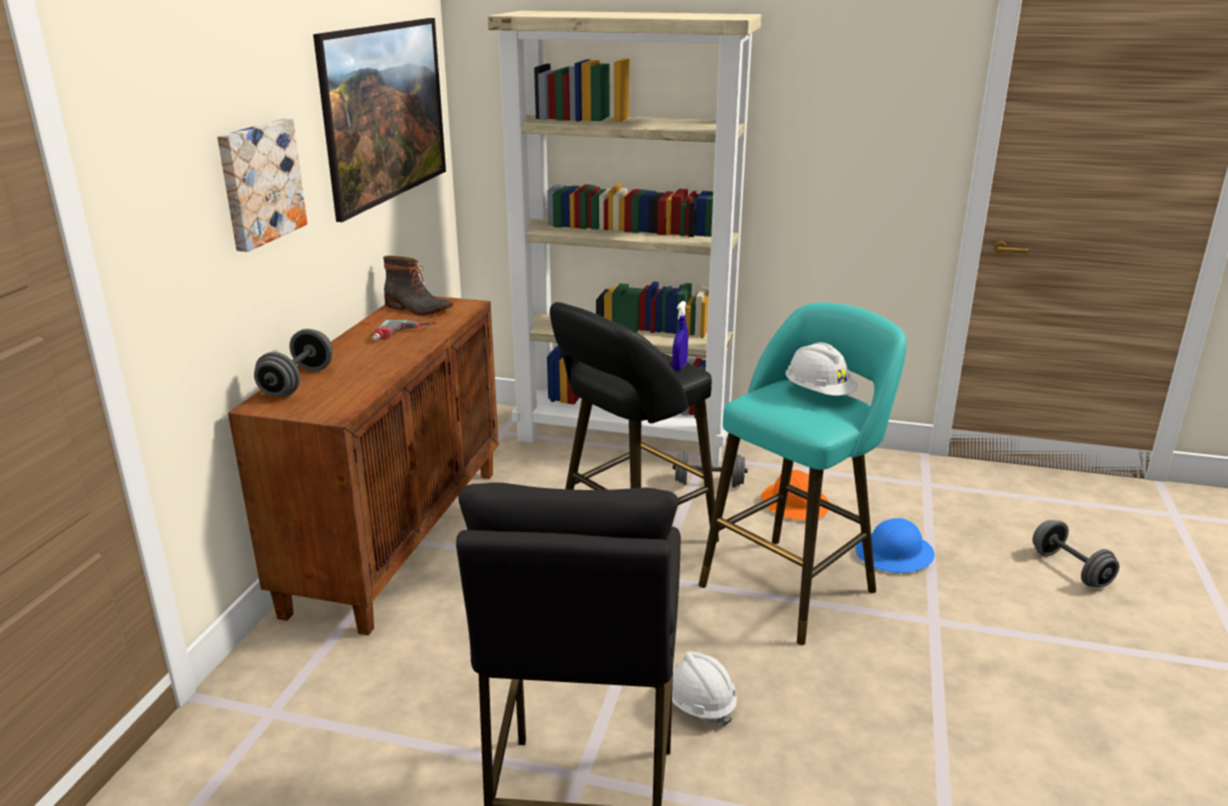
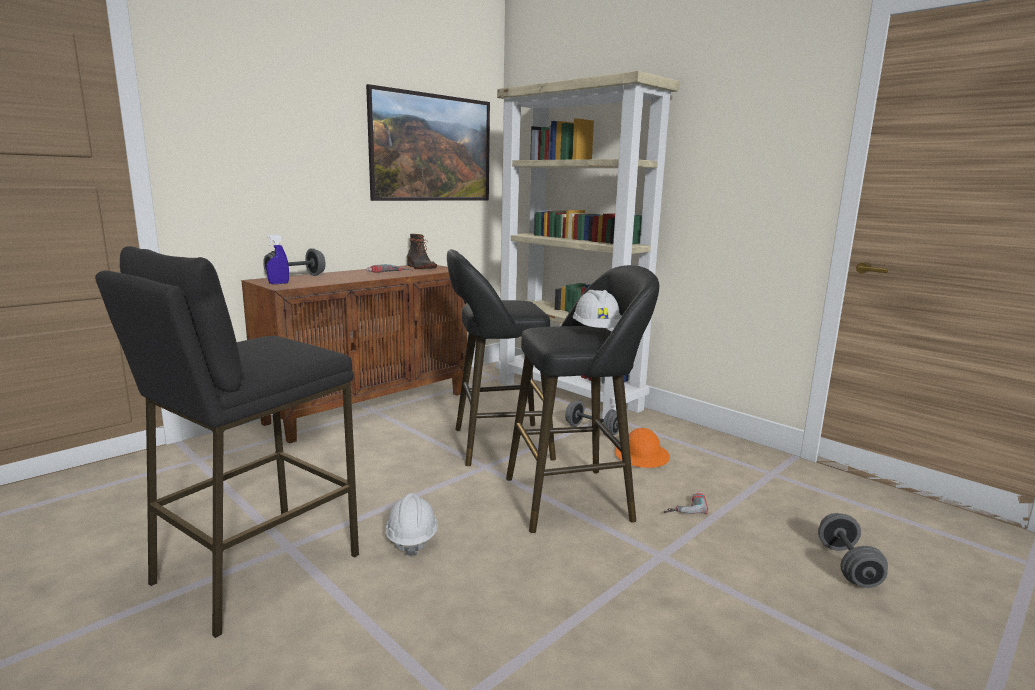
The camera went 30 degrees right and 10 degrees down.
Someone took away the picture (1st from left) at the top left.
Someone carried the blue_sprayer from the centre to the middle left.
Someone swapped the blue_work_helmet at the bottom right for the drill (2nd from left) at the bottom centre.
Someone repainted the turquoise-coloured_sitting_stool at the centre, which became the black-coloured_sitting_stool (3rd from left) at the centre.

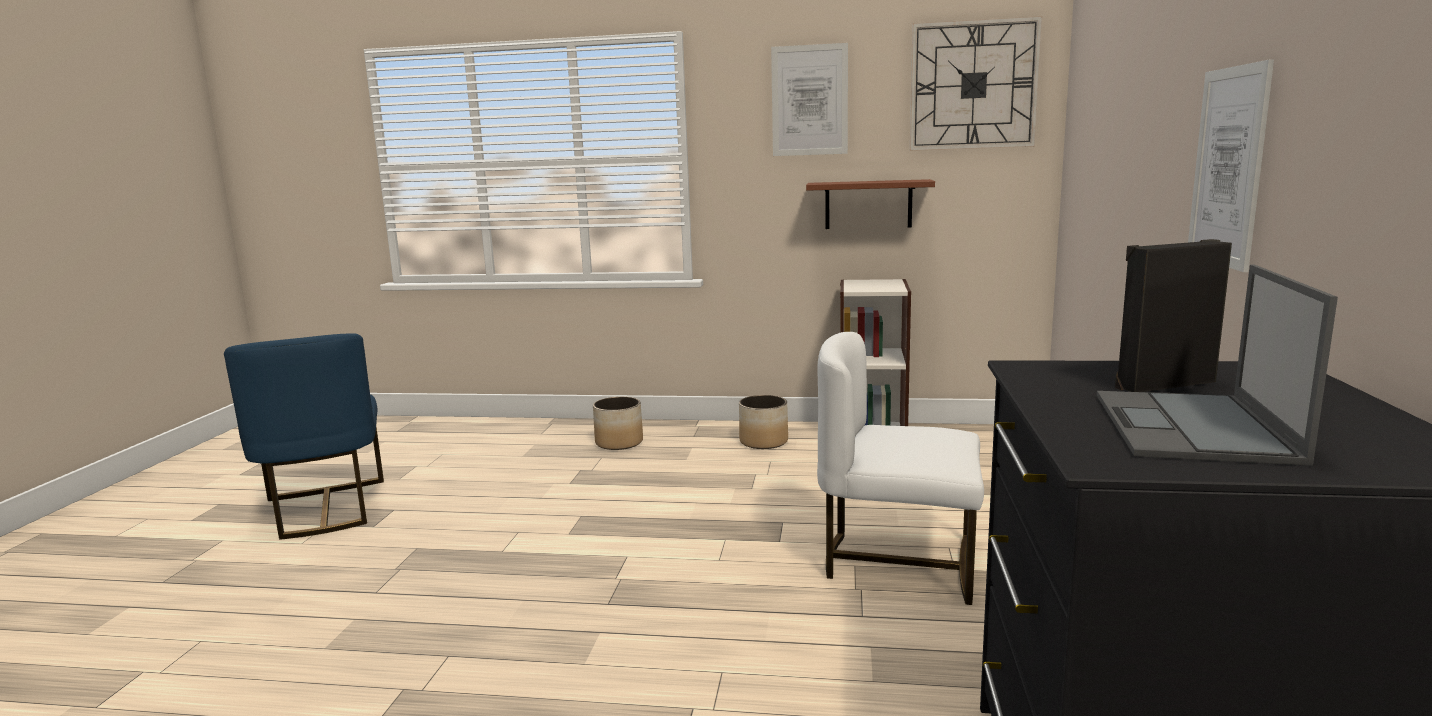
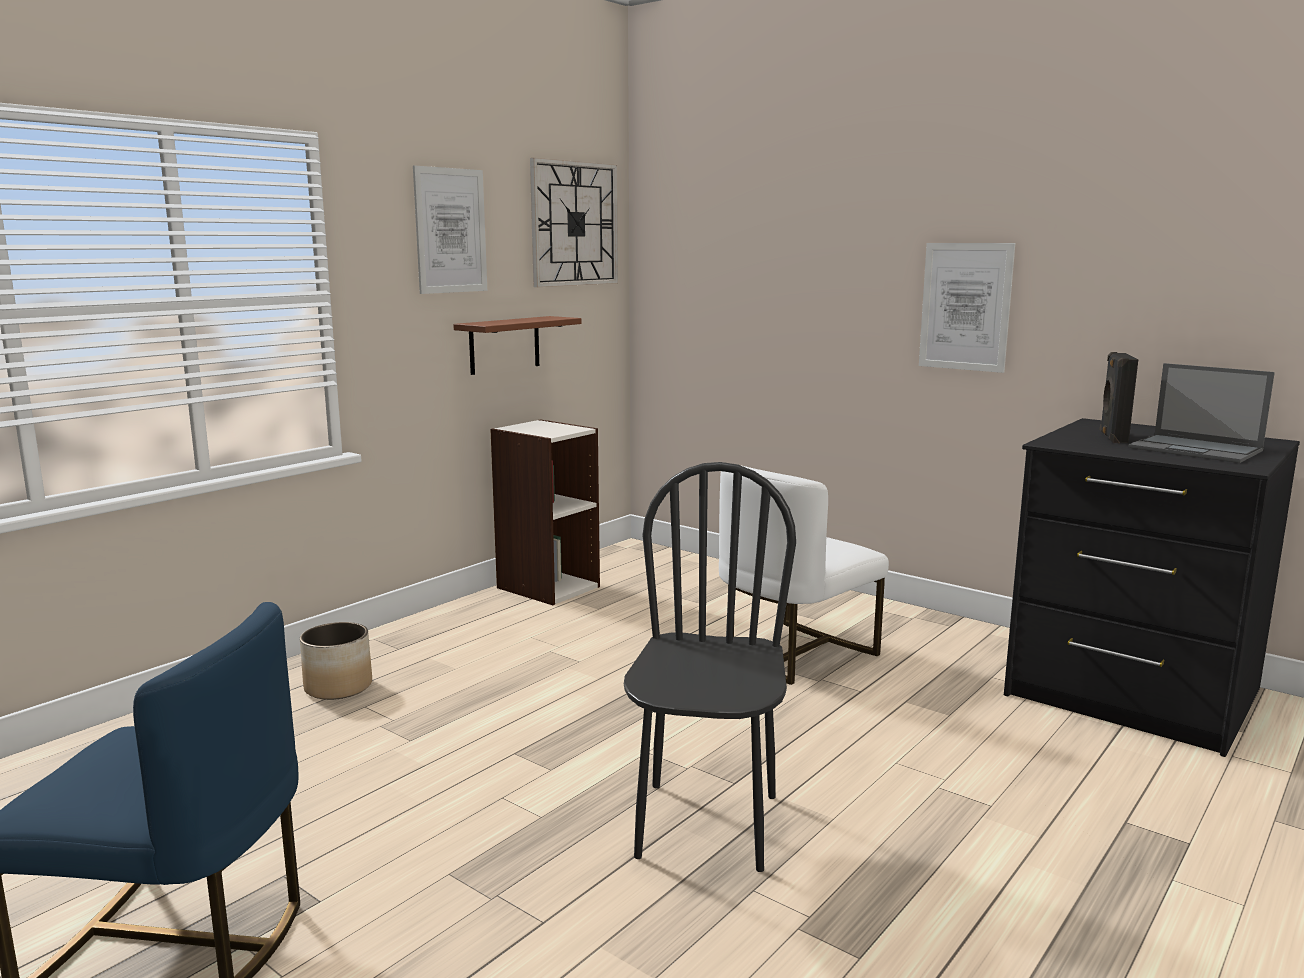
The camera went 60 degrees left and 0 degrees up.
Someone took away the flower_pot (2nd from left) at the centre.
Someone put down the black-coloured_upright_chair at the bottom centre.

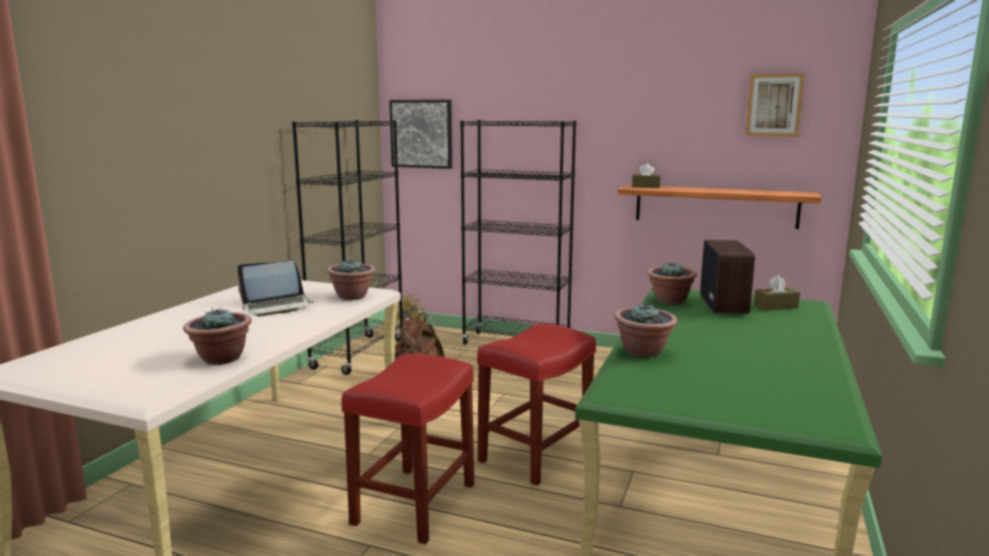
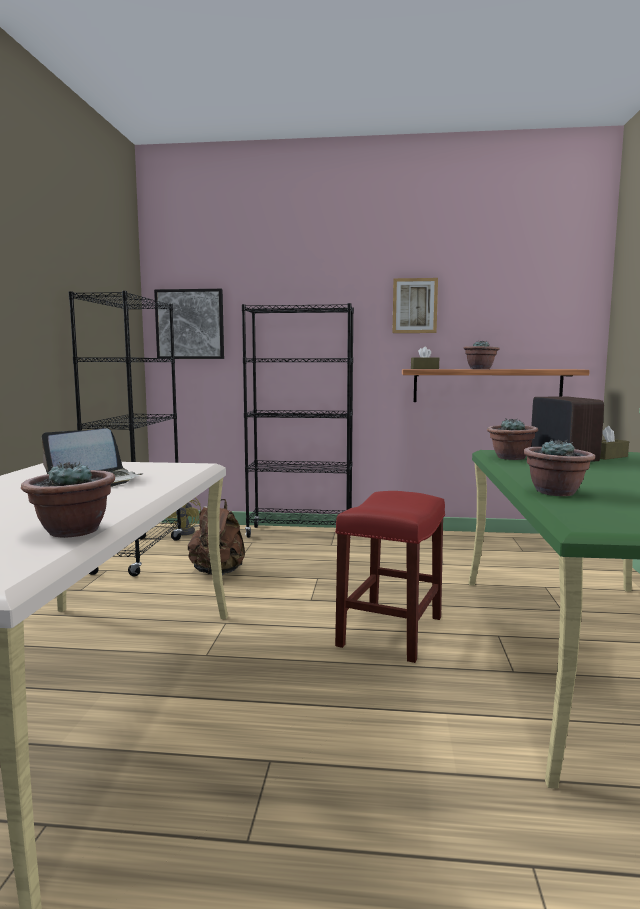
The camera went 15 degrees left and 5 degrees down.
Someone took away the red_sitting_stool (1st from left) at the bottom centre.
Someone carried the plant_in_a_pot (2nd from left) from the centre to the middle right.
Someone carried the picture (2nd from left) from the top right to the centre.

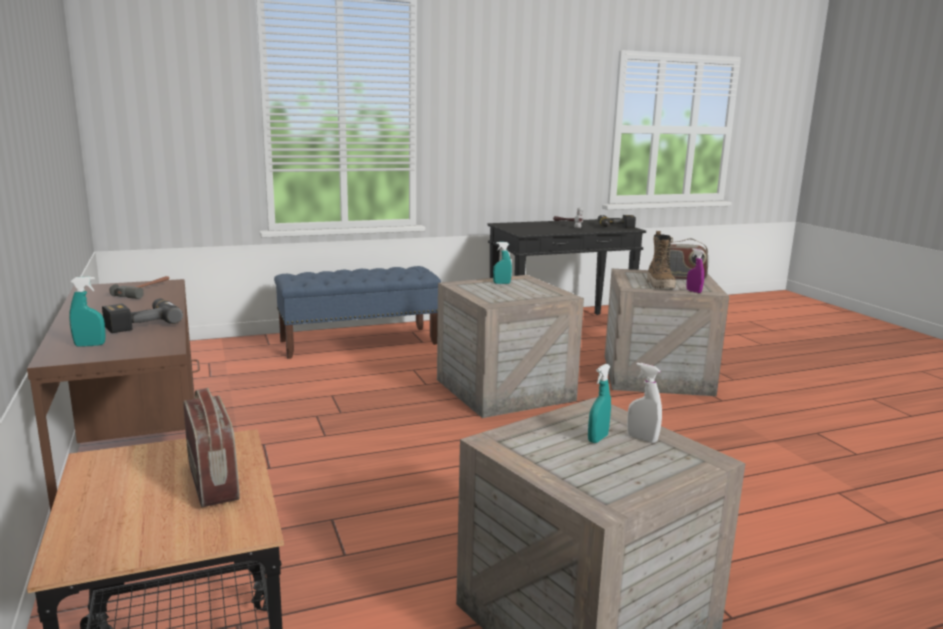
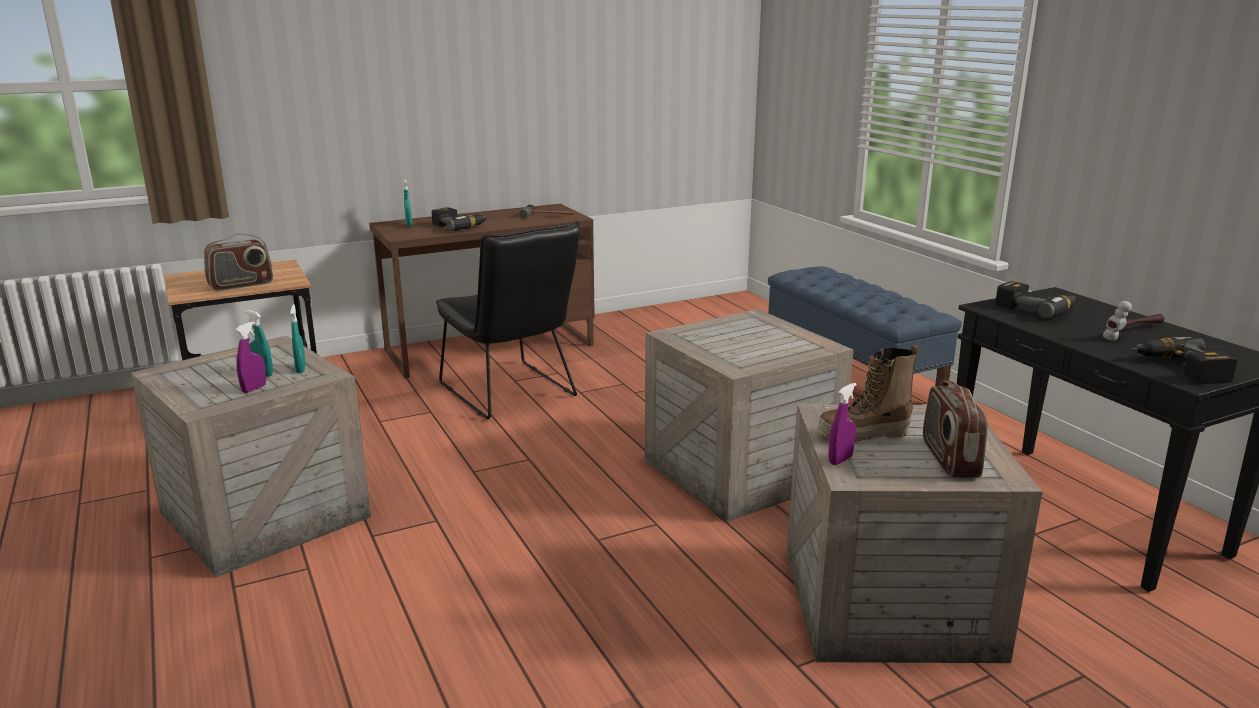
The camera went 85 degrees right and 5 degrees up.
Someone put down the black-coloured_upright_chair at the centre.
Someone put down the drill (2nd from left) at the middle right.
Someone carried the turquoise-coloured_sprayer (2nd from left) from the centre to the middle left.
Someone repainted the white_sprayer at the middle right, which became the purplish_sprayer (1st from left) at the middle left.

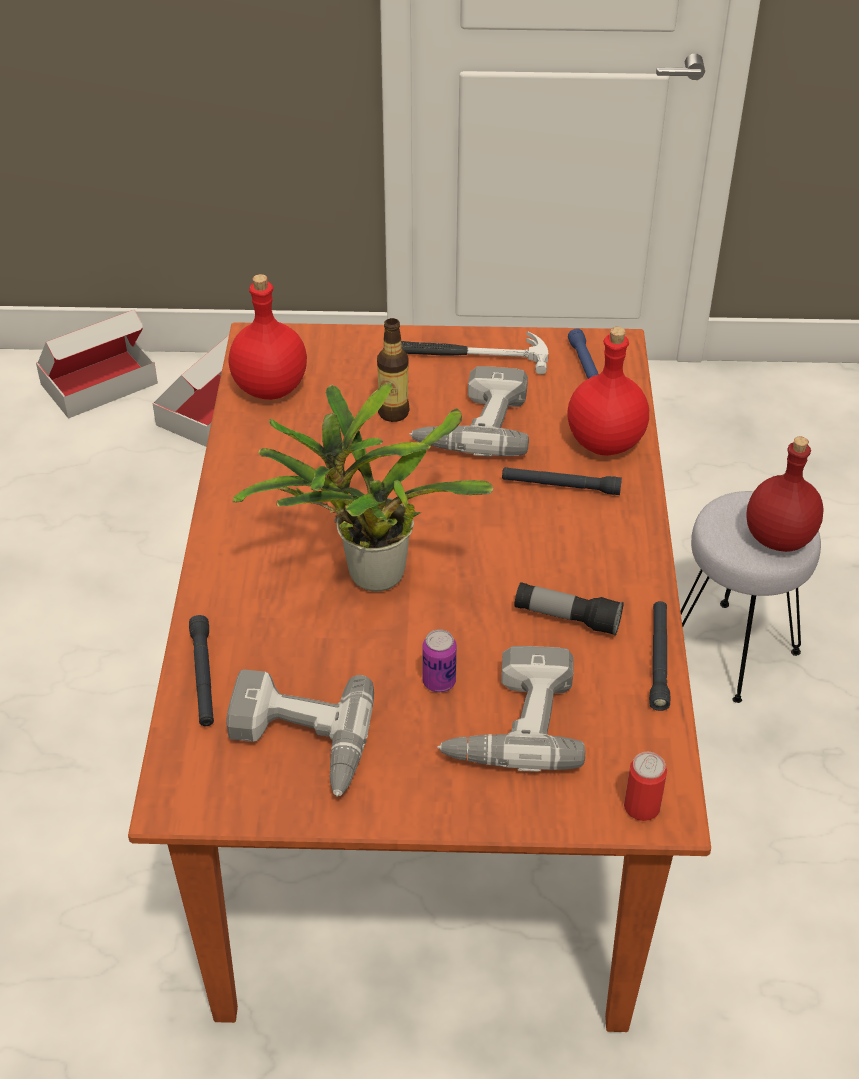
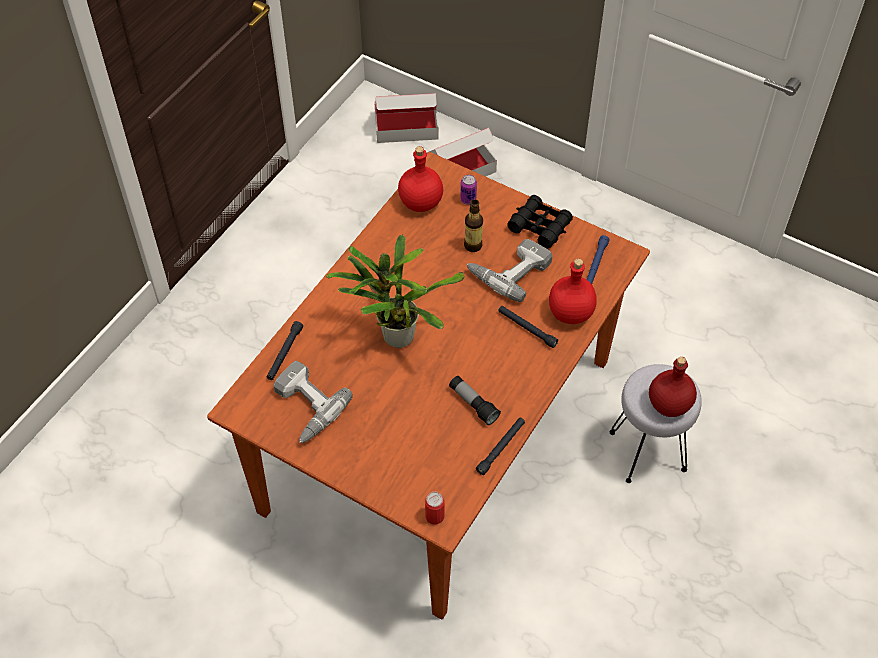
The camera went 30 degrees right and 10 degrees up.
Someone took away the drill (3rd from left) at the centre.
Someone carried the can (1st from left in the first image) from the centre to the top centre.
Someone swapped the tool_hammer at the top centre for the black-coloured_pair_of_binoculars at the centre.

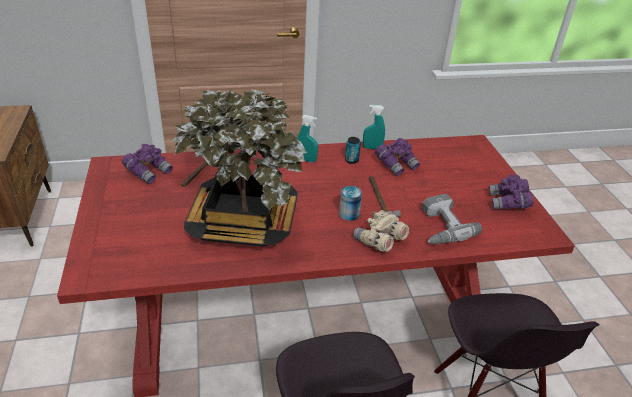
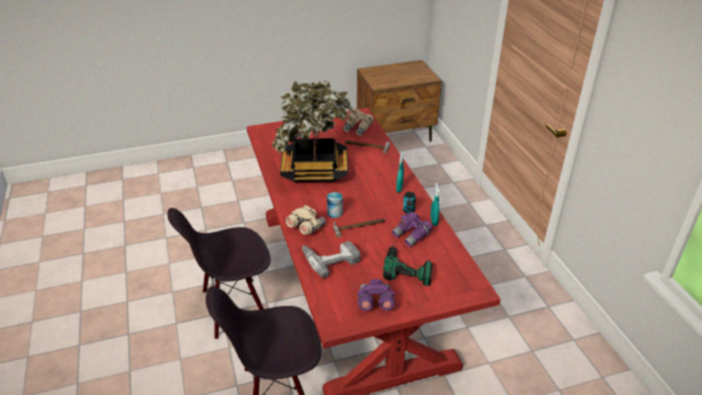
The camera went 85 degrees right and 0 degrees up.
Someone put down the drill (2nd from left) at the bottom centre.
Someone repainted the purplish_pair_of_binoculars (1st from left) at the middle left, which became the beige-coloured_pair_of_binoculars (2nd from left) at the top centre.

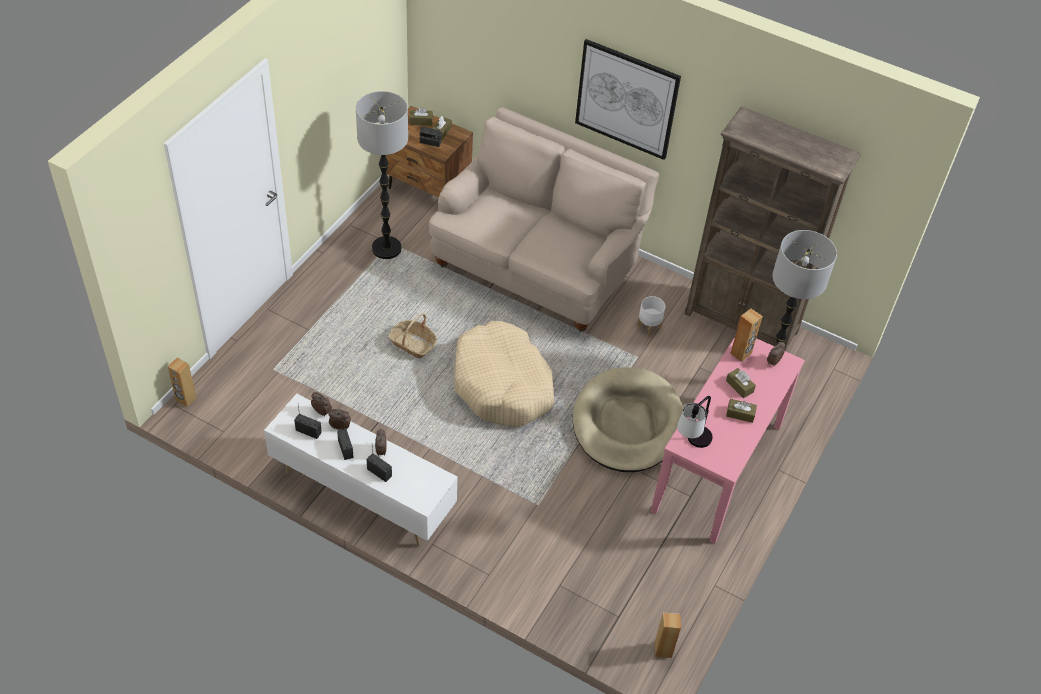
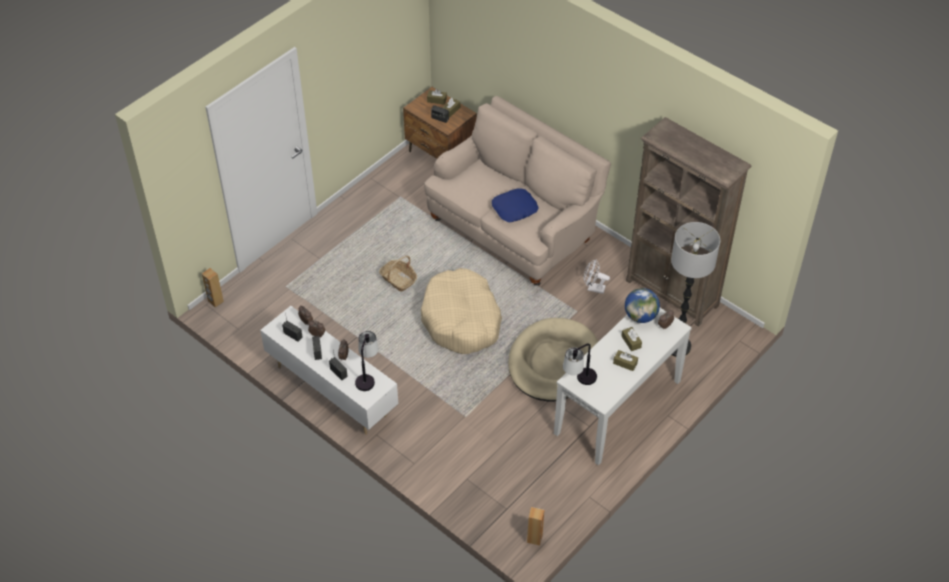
The camera went 15 degrees right and 0 degrees up.
Someone took away the floor_lamp (1st from left) at the top centre.
Someone took away the picture at the top centre.
Someone put down the tabletop_lamp (1st from left) at the centre.
Someone put down the blue_pillow at the centre.
Someone swapped the white_flower_pot at the centre for the white_electric_fan at the centre.
Someone swapped the brown-coloured_speaker (3rd from left) at the middle right for the globe at the middle right.
Someone repainted the pink-coloured_hall_table at the middle right, which became the white_hall_table at the centre.

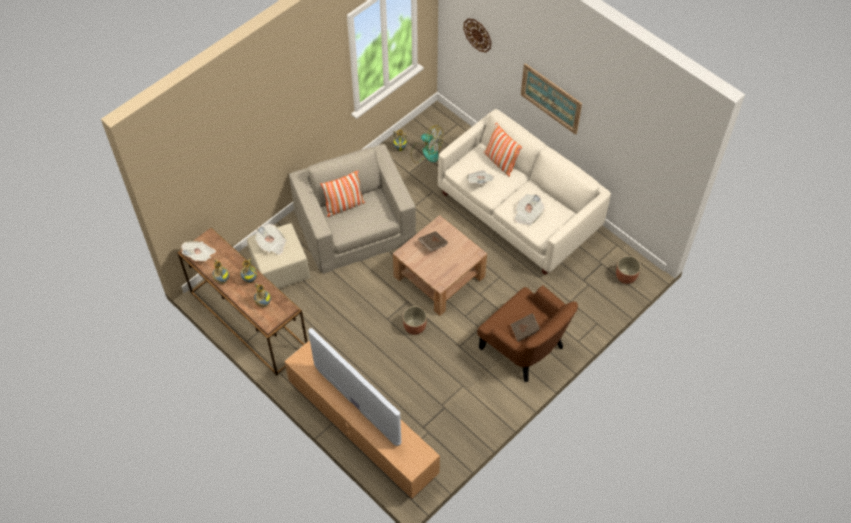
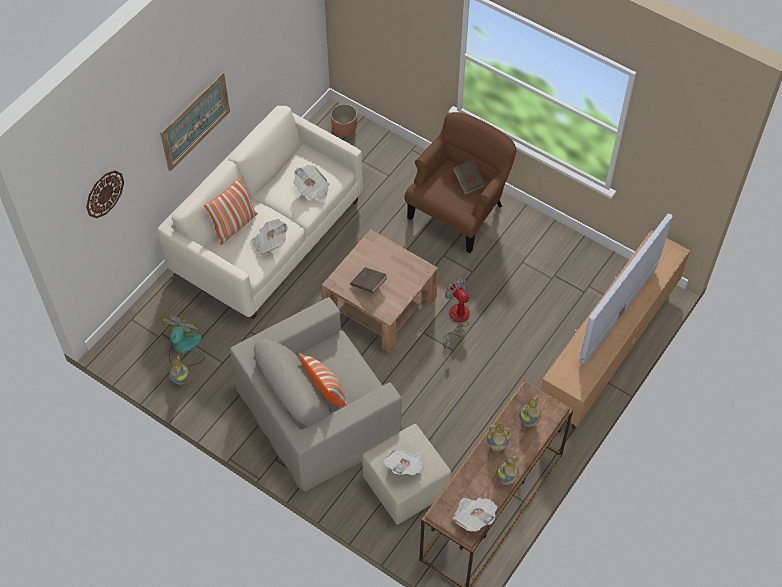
The camera went 100 degrees left and 0 degrees up.
Someone swapped the flower_pot (1st from left) at the centre for the electric_fan (2nd from left) at the centre.

